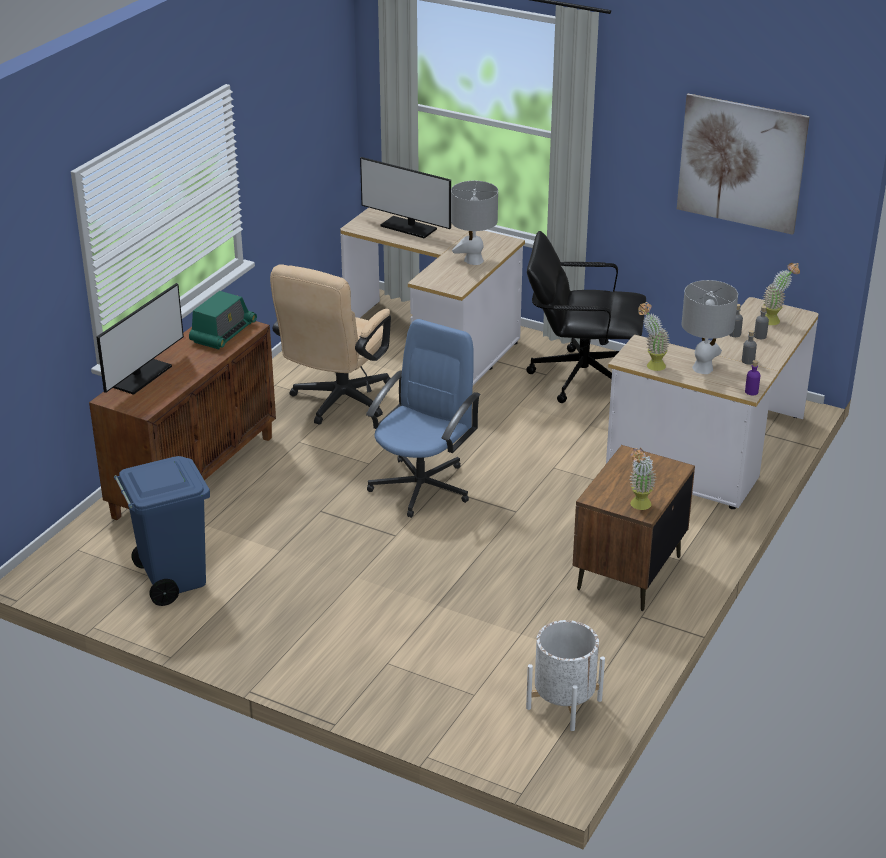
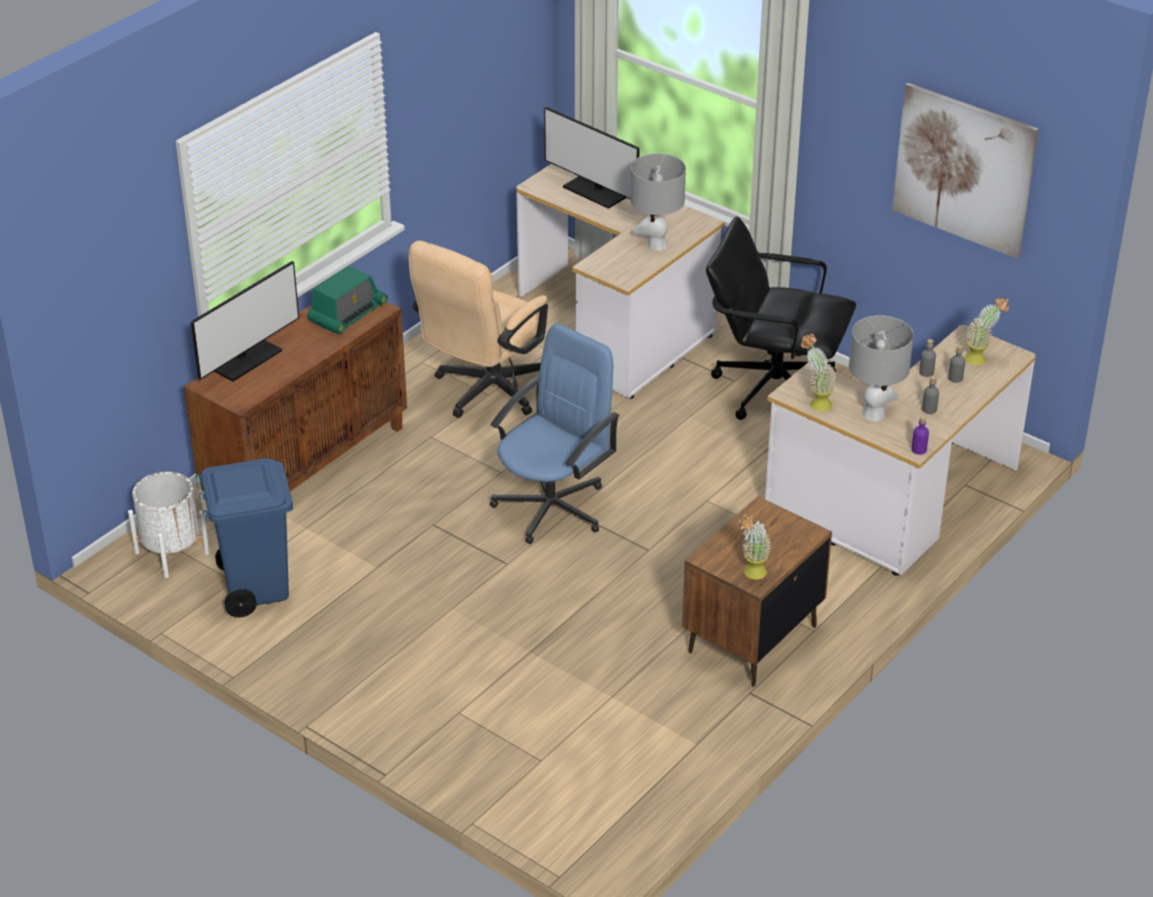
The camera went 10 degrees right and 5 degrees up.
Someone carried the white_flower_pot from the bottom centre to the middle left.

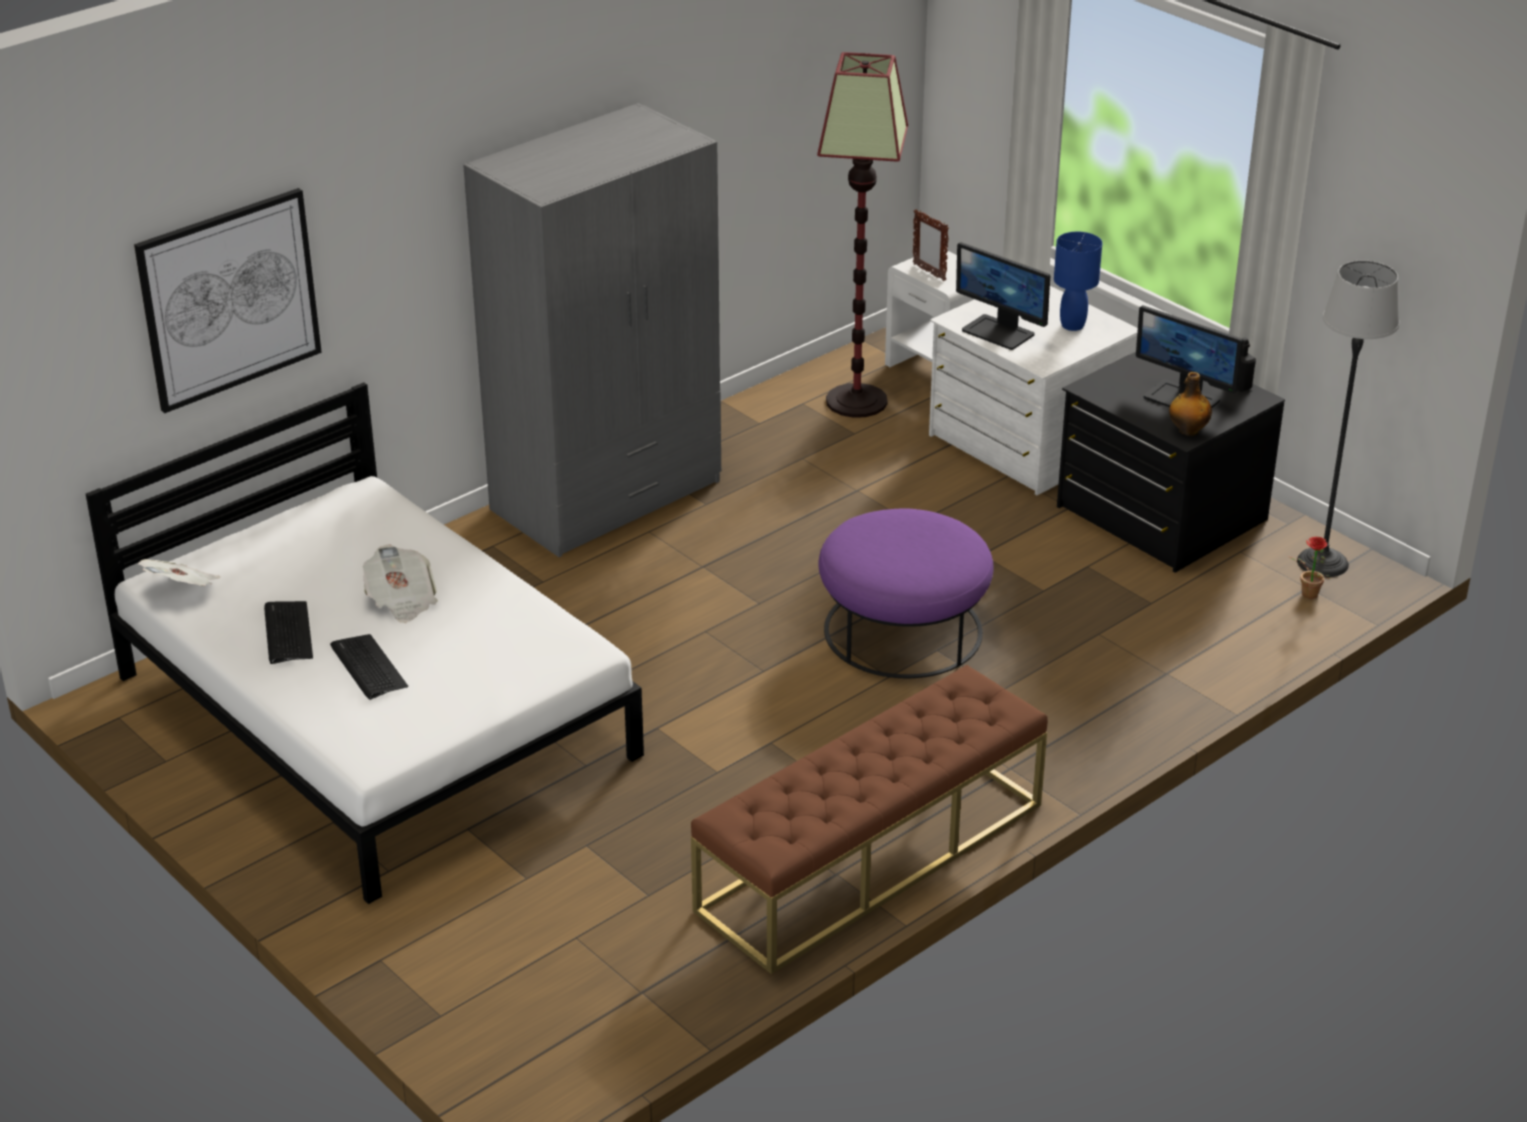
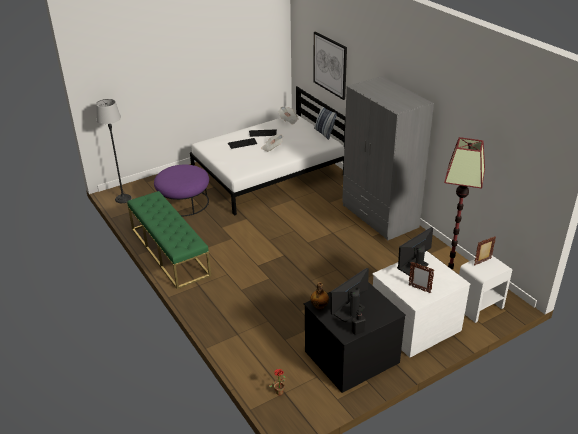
The camera went 100 degrees right and 0 degrees up.
Someone put down the pillow at the top centre.
Someone carried the purplish_pouffe from the centre to the middle left.
Someone carried the floor_lamp (2nd from left in the first image) from the middle right to the middle left.
Someone swapped the blue_tabletop_lamp at the top right for the standing_frame (1st from left) at the middle right.
Someone repainted the brown-coloured_long_seat at the bottom centre, which became the green-coloured_long_seat at the middle left.

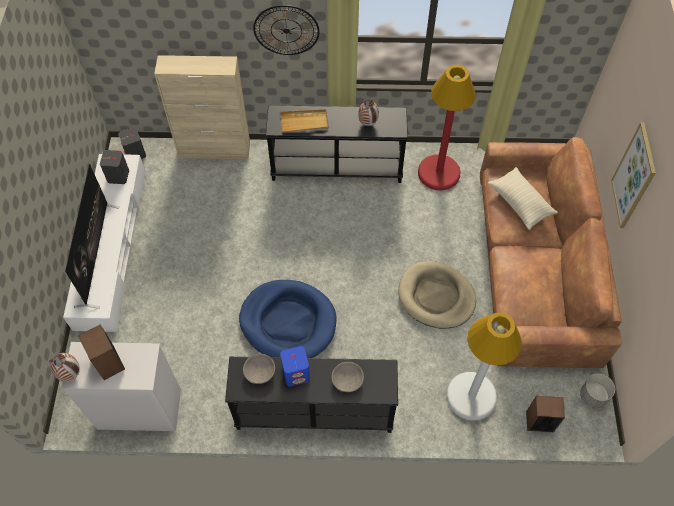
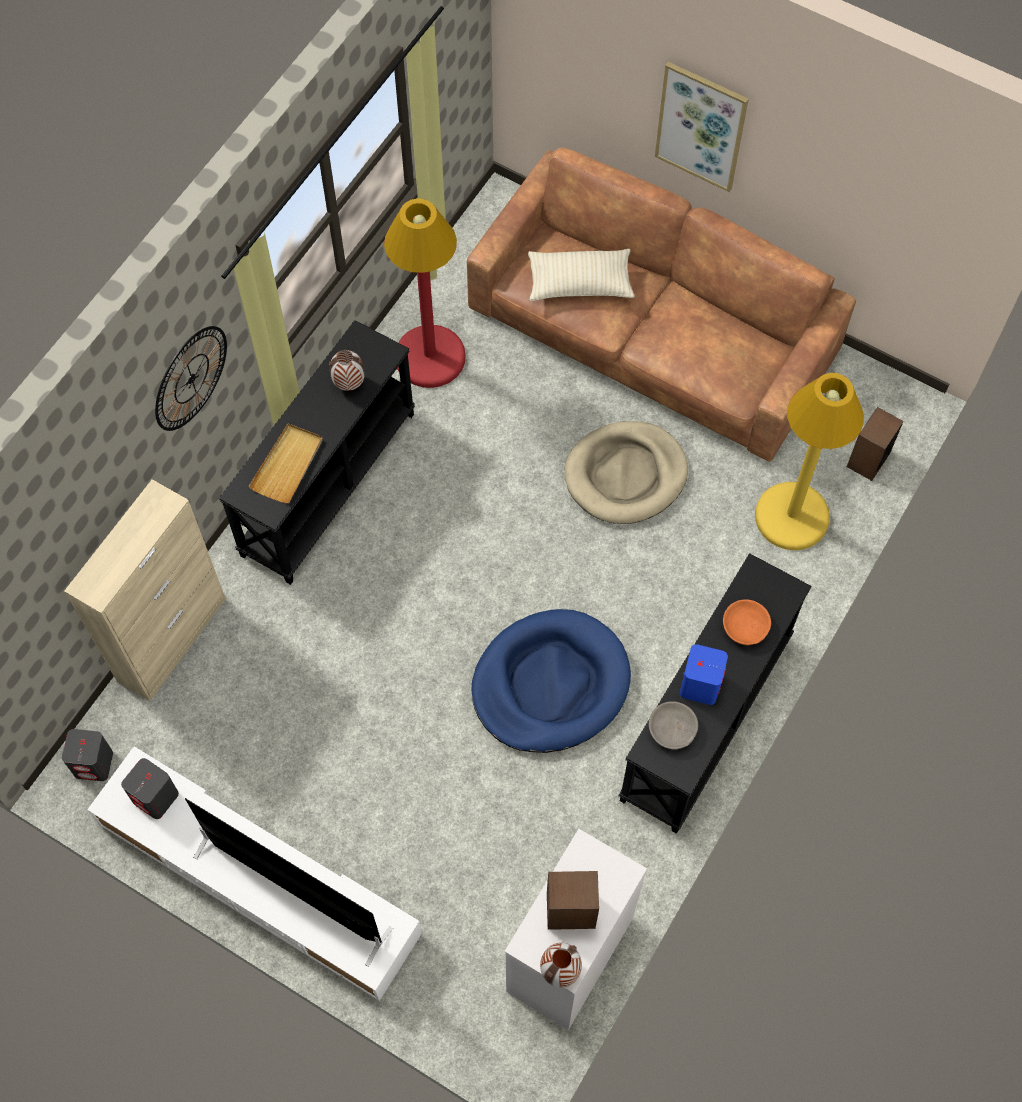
The camera went 60 degrees left and 5 degrees up.
Someone took away the gray_flower_pot at the bottom right.
Someone repainted the gray_serving_bowl (2nd from left) at the bottom centre, which became the orange_serving_bowl at the middle right.
Someone repainted the white_floor_lamp at the bottom right, which became the yellow_floor_lamp at the middle right.

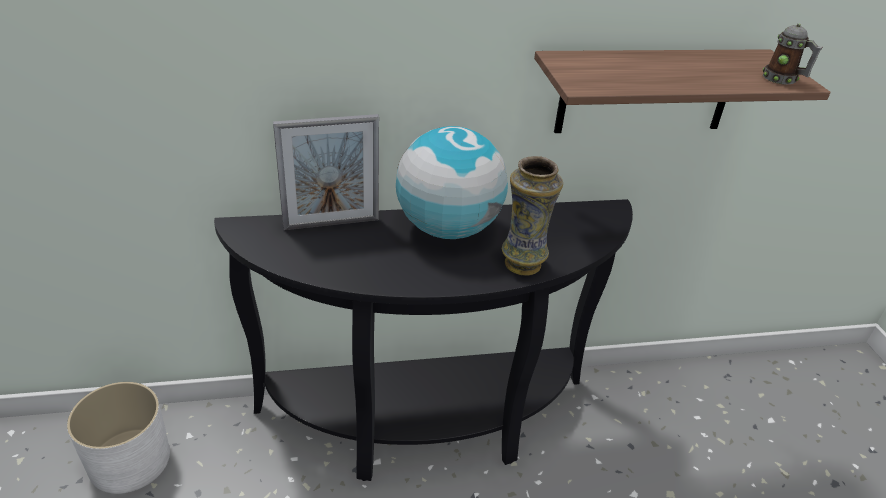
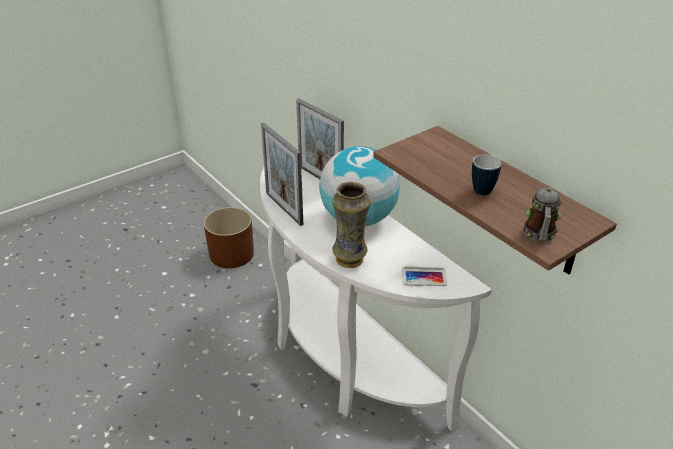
The camera went 65 degrees right and 0 degrees up.
Someone put down the standing_frame (1st from left) at the centre.
Someone put down the handset at the centre.
Someone put down the mug (1st from left) at the middle right.
Someone repainted the white_flower_pot at the bottom left, which became the brown-coloured_flower_pot at the centre.
Someone repainted the black-coloured_hall_table at the bottom centre, which became the white_hall_table at the centre.

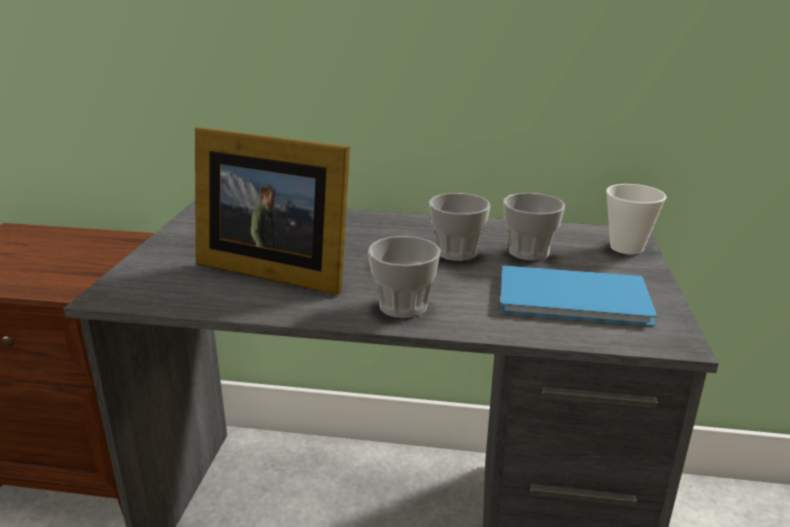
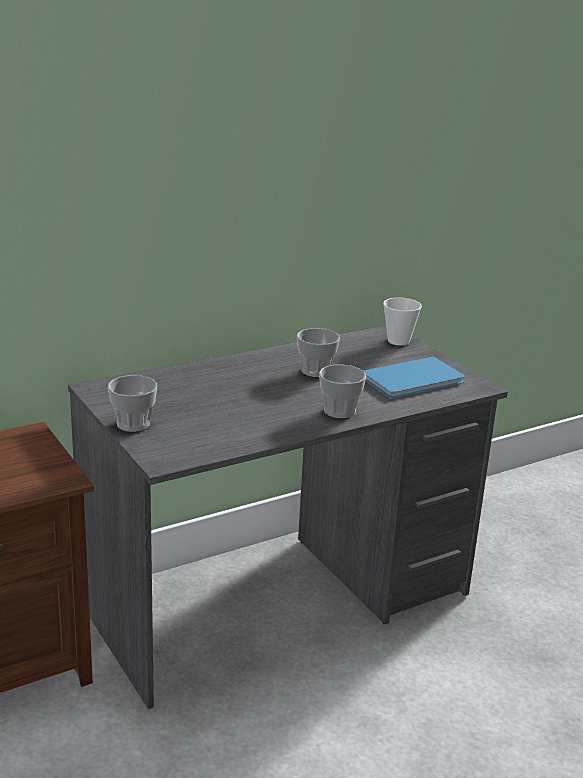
The camera went 40 degrees left and 0 degrees up.
Someone took away the standing_frame at the centre.
Someone carried the cup (3rd from left in the first image) from the middle right to the middle left.

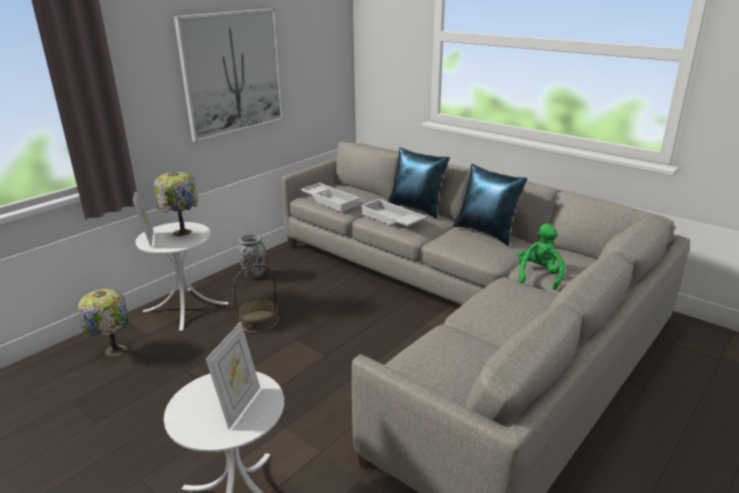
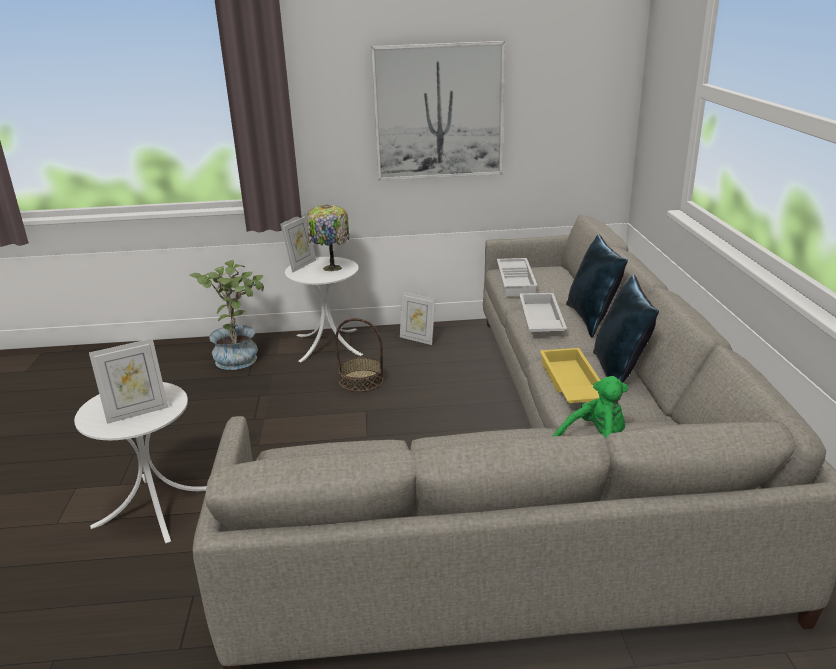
The camera went 45 degrees right and 0 degrees up.
Someone put down the yellow_tray at the middle right.
Someone swapped the tabletop_lamp (1st from left) at the middle left for the plant_in_a_pot at the middle left.
Someone swapped the flower_vase at the centre for the standing_frame (3rd from left) at the centre.

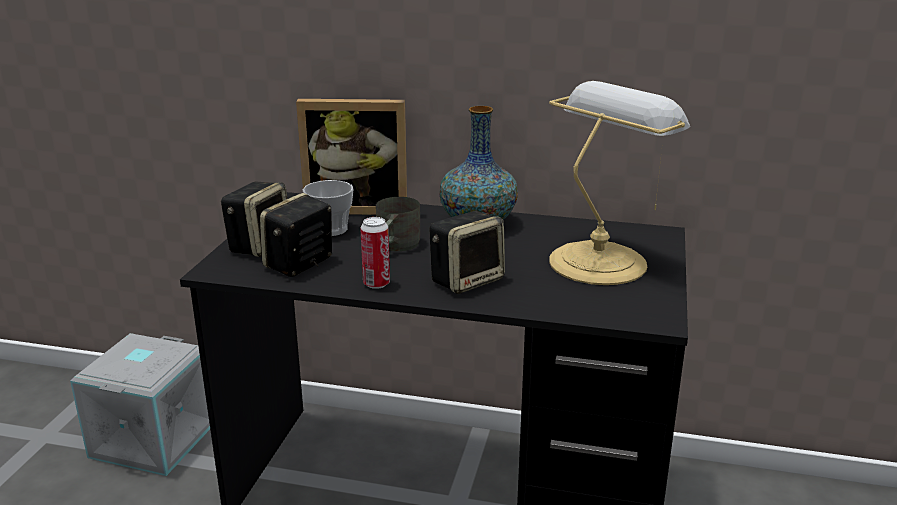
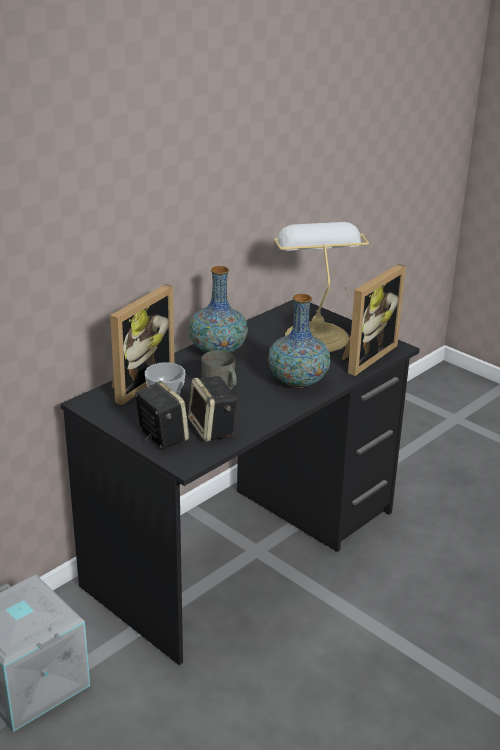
The camera went 60 degrees left and 5 degrees up.
Someone took away the can at the centre.
Someone put down the standing_frame (2nd from left) at the middle right.
Someone swapped the speaker (3rd from left) at the centre for the flower_vase (2nd from left) at the centre.

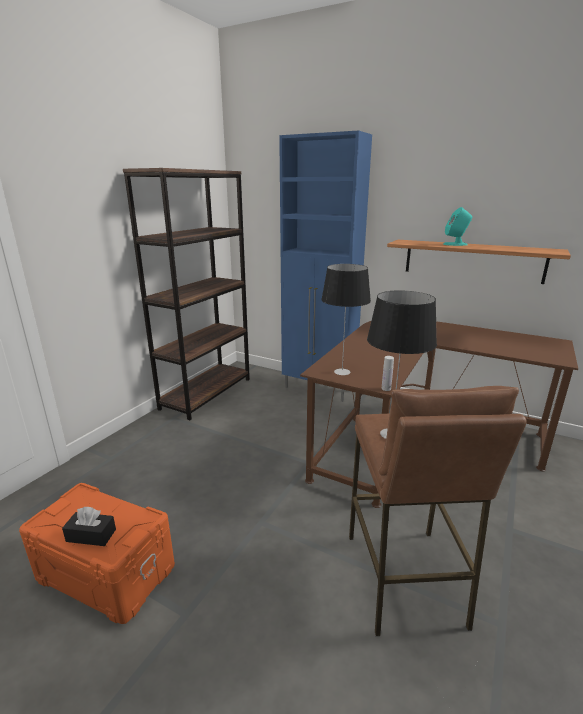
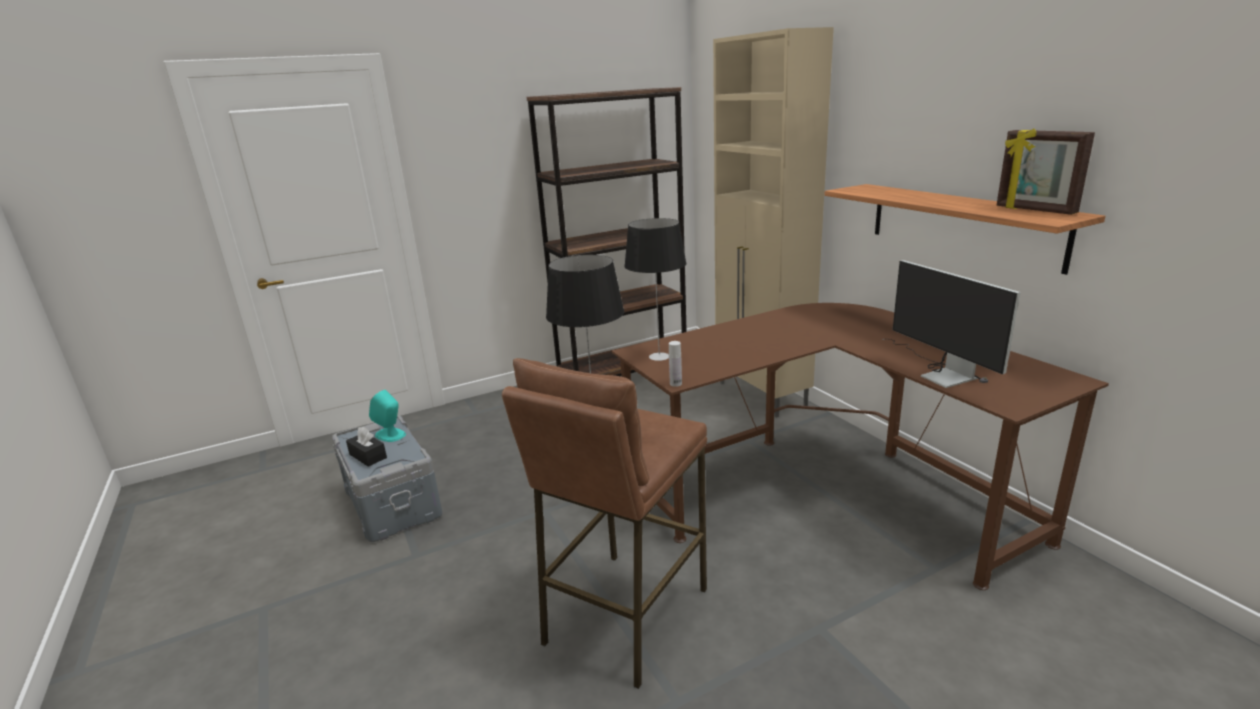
The camera went 35 degrees right and 0 degrees up.
Someone put down the monitor at the middle right.
Someone put down the standing_frame at the top right.
Someone carried the turquoise-coloured_speaker from the top right to the middle left.
Someone repainted the orange_storage_box at the bottom left, which became the gray_storage_box at the bottom left.
Someone repainted the blue_cupboard at the centre, which became the beige-coloured_cupboard at the top centre.

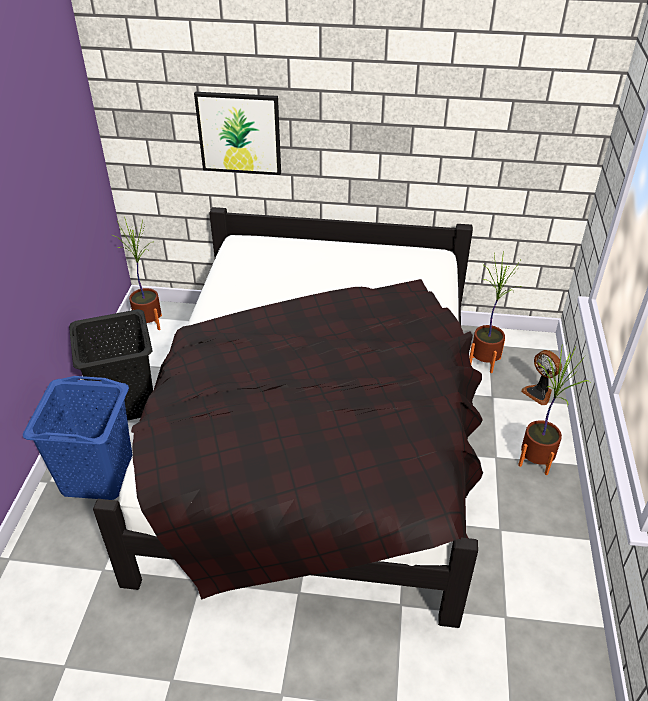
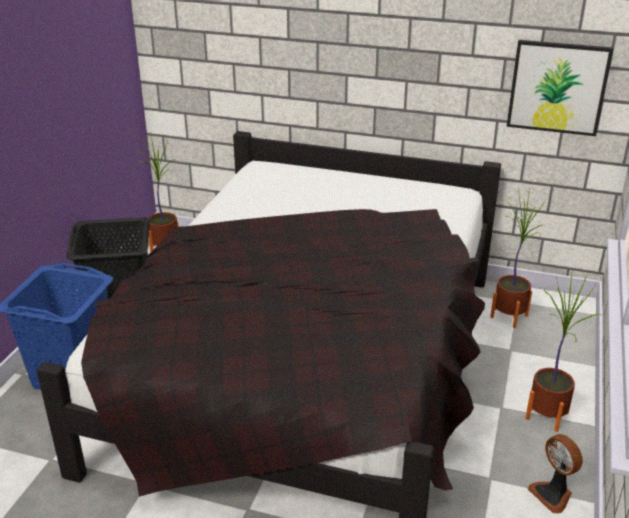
The camera went 10 degrees right and 10 degrees down.
Someone carried the picture from the top centre to the top right.
Someone carried the electric_fan from the middle right to the bottom right.

